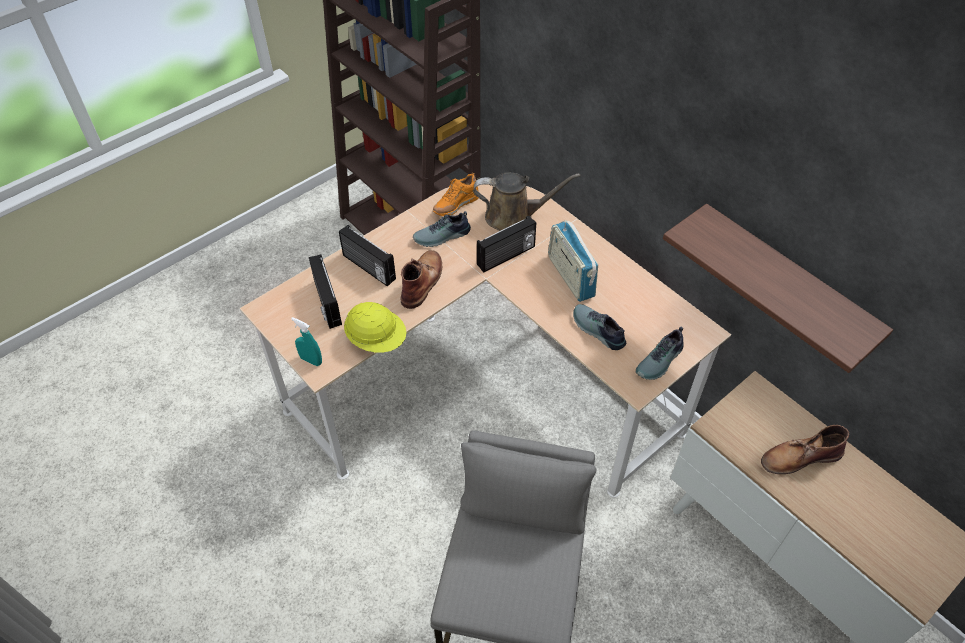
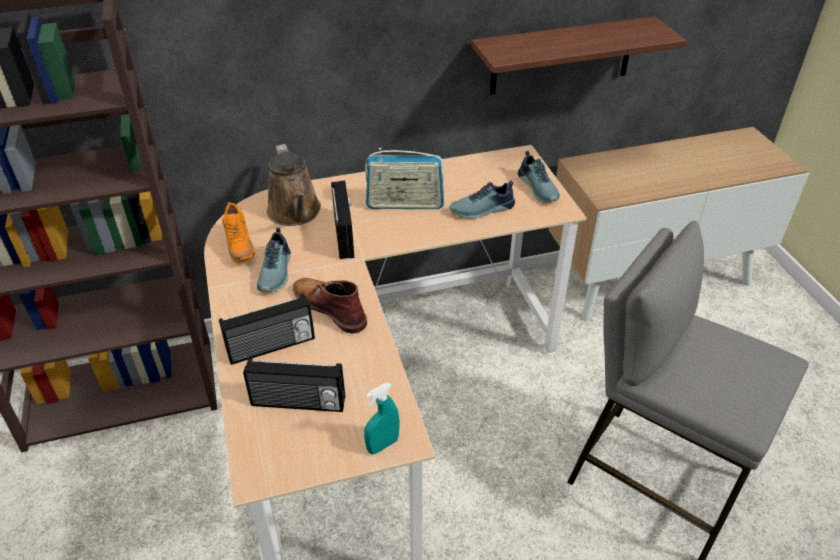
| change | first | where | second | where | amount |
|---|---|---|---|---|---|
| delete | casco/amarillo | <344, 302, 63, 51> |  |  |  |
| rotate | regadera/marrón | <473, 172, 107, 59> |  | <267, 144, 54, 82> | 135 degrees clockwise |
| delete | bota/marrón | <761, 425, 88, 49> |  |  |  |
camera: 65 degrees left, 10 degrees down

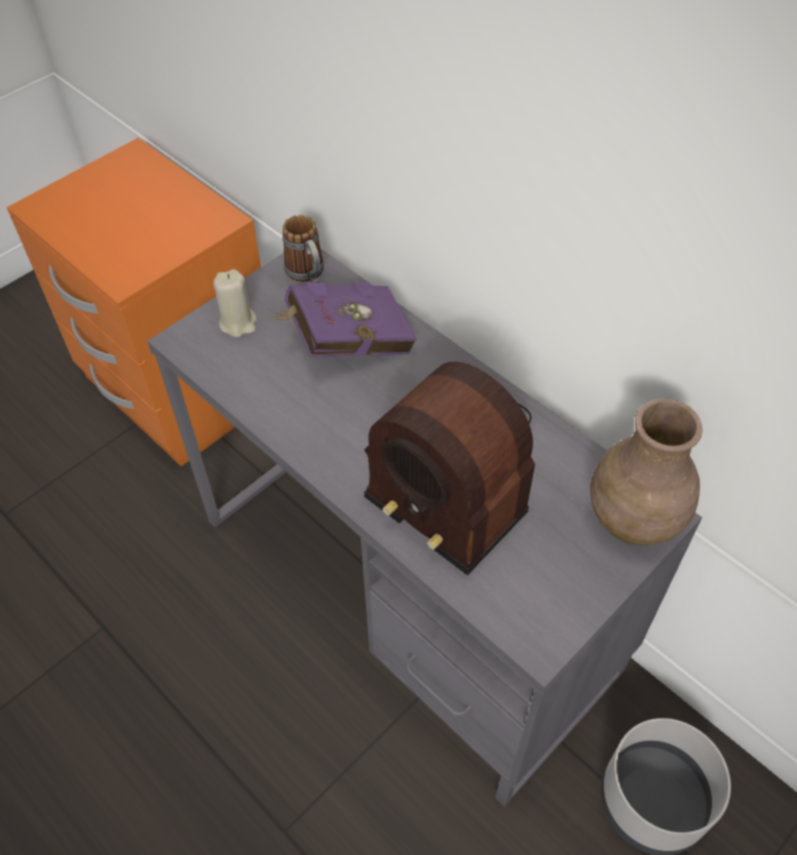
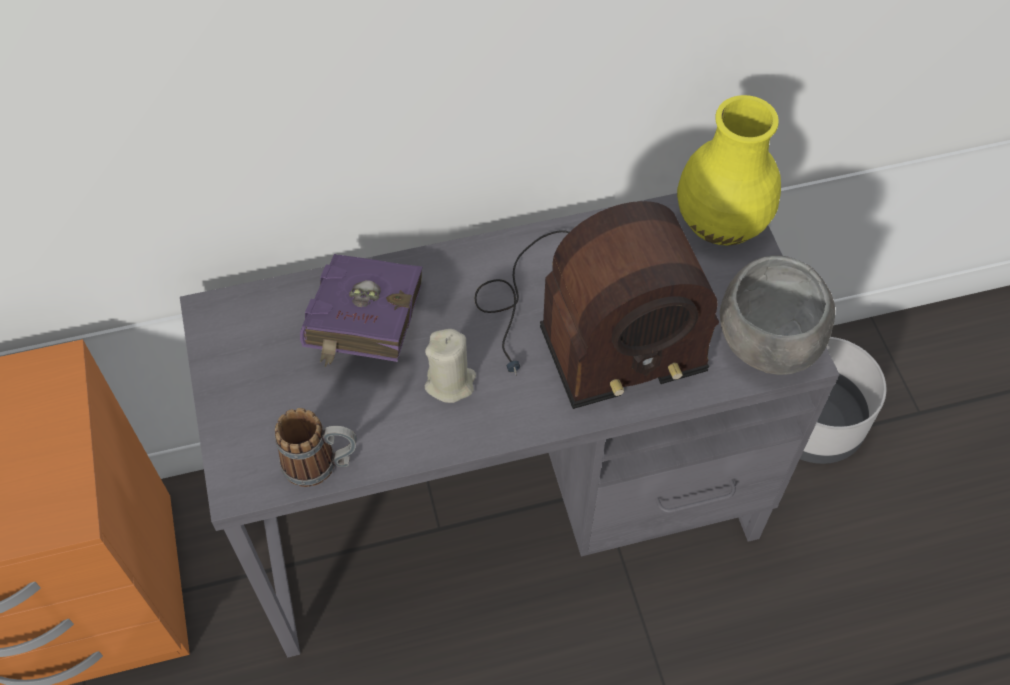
| change | first | where | second | where | amount |
|---|---|---|---|---|---|
| move | vela/beis | <213, 269, 44, 68> |  | <425, 329, 51, 74> |  |
| move | taza grande | <282, 215, 42, 68> |  | <275, 408, 82, 79> |  |
| recolor | florero/marrón | <590, 398, 113, 148> | florero/amarillo | <677, 95, 104, 151> |  |
| insert |  |  | cuenco/gris | <720, 255, 115, 120> |  |
camera: 60 degrees left, 5 degrees up

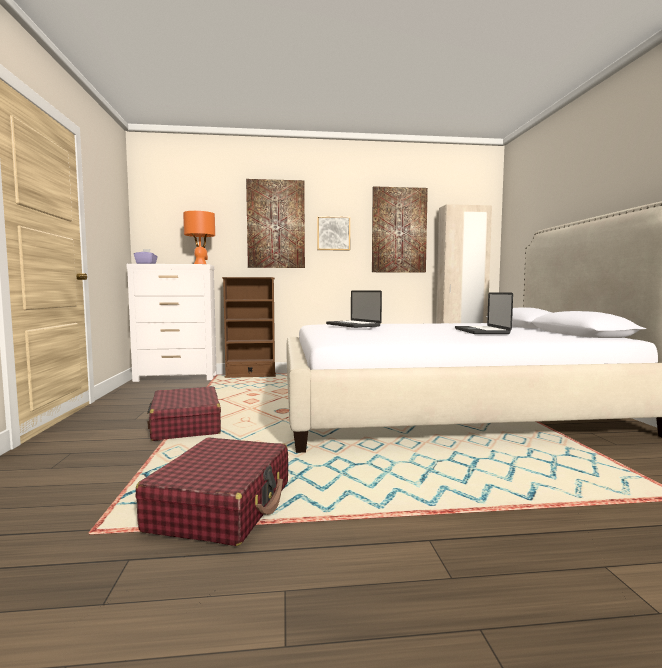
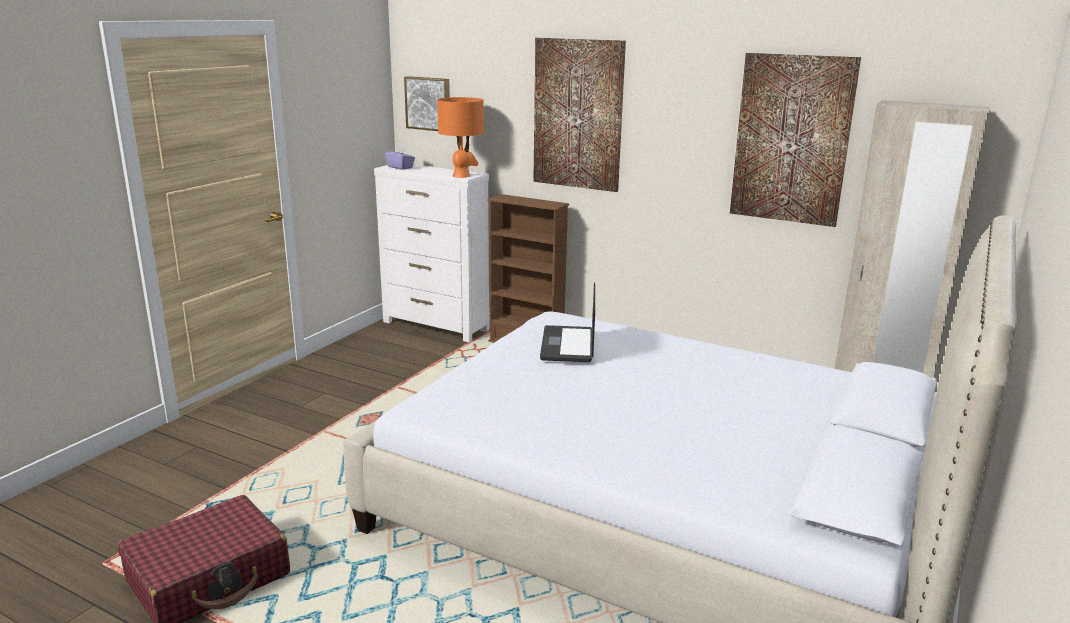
| change | first | where | second | where | amount |
|---|---|---|---|---|---|
| delete | maleta/rojo | <147, 386, 74, 55> |  |  |  |
| move | cuadro | <317, 216, 33, 35> |  | <404, 76, 46, 55> |  |
| delete | portátil | <455, 292, 58, 42> |  |  |  |
camera: 35 degrees right, 15 degrees up

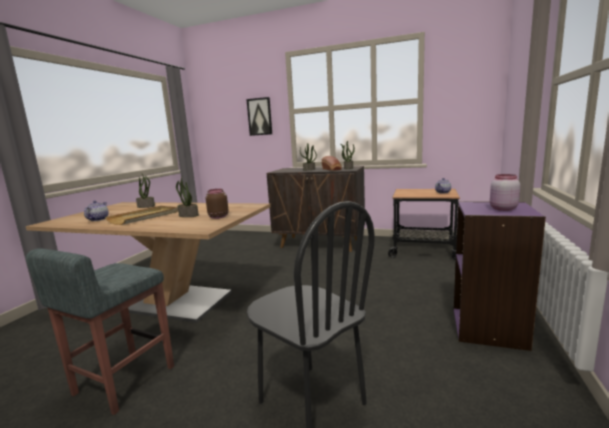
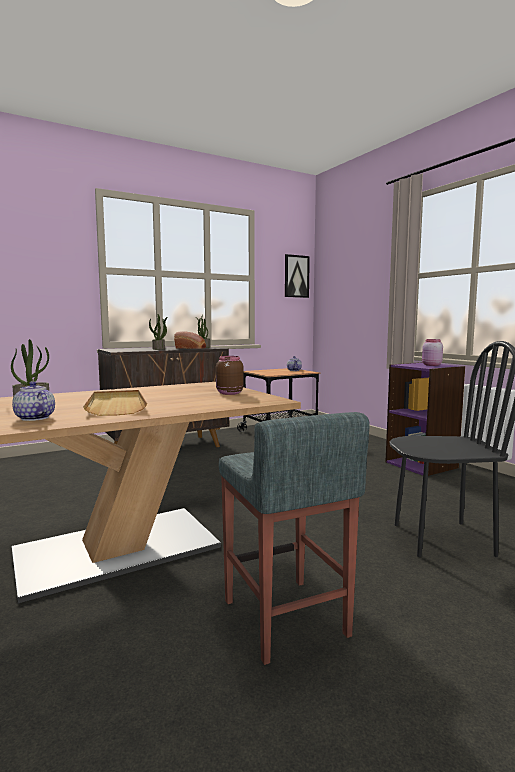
| change | first | where | second | where | amount |
|---|---|---|---|---|---|
| delete | planta en maceta | <176, 177, 23, 40> |  |  |  |
| move | cuadro | <246, 97, 26, 39> |  | <285, 254, 25, 44> |  |
camera: 50 degrees left, 5 degrees down

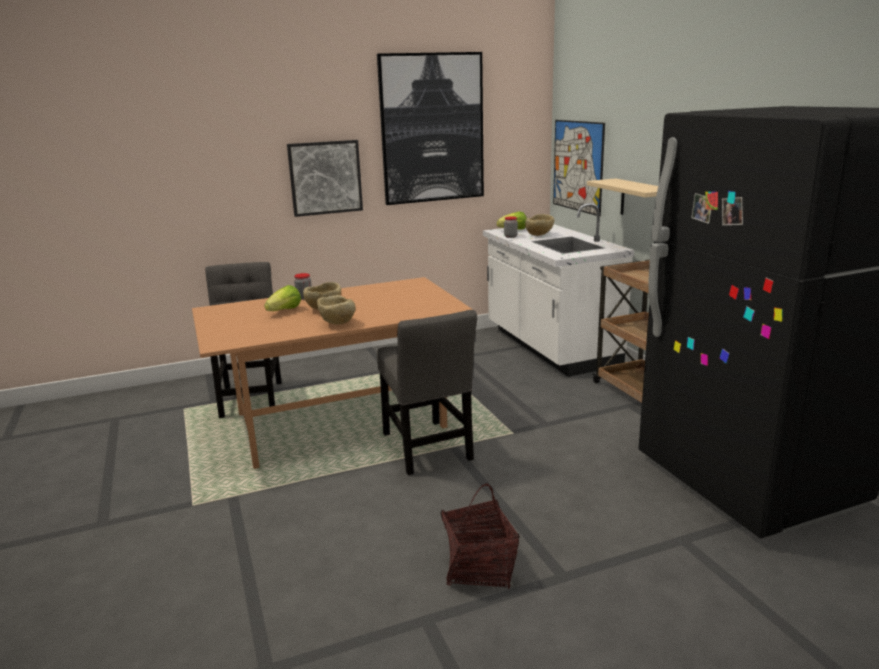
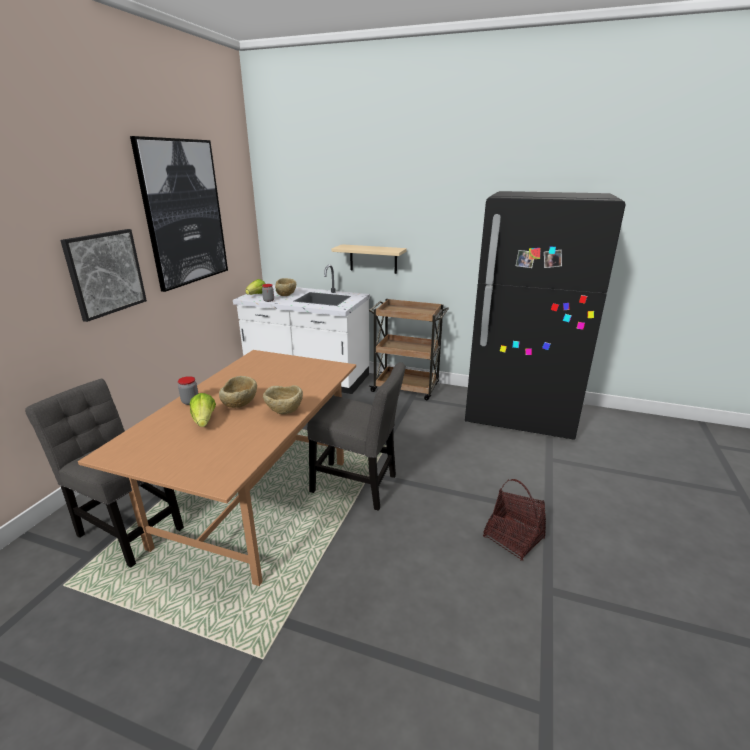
| change | first | where | second | where | amount |
|---|---|---|---|---|---|
| delete | cuadro | <553, 120, 52, 96> |  |  |  |
camera: 50 degrees left, 5 degrees up

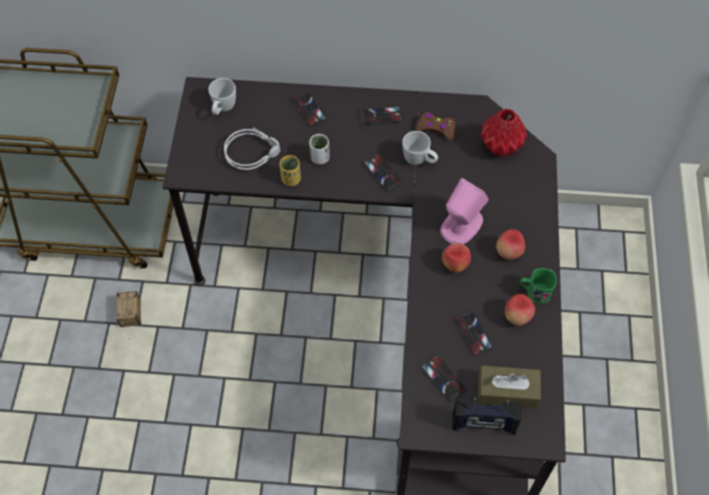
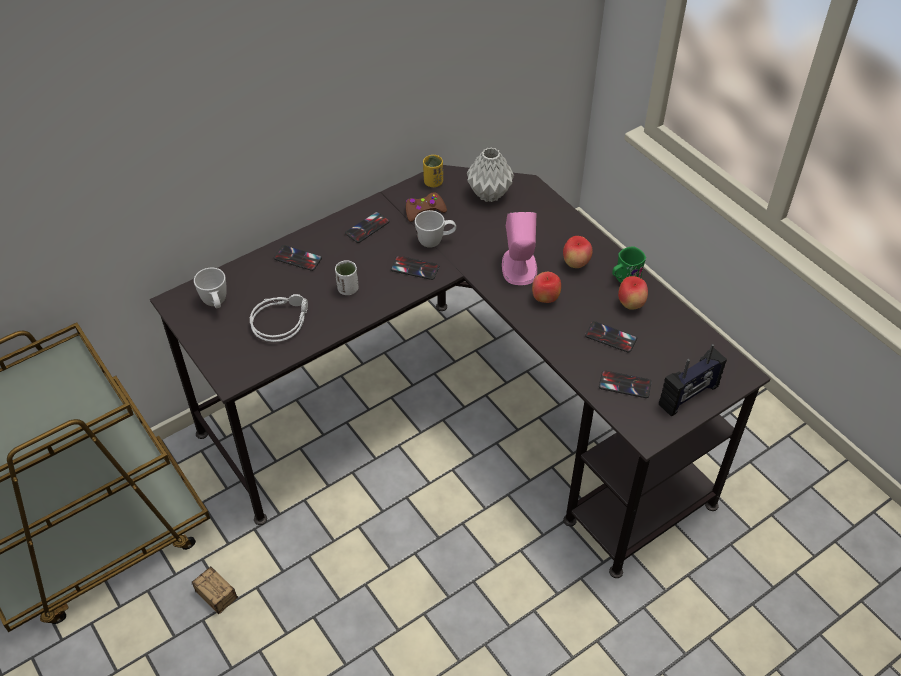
| change | first | where | second | where | amount |
|---|---|---|---|---|---|
| move | taza/amarillo | <279, 155, 22, 31> |  | <423, 155, 20, 32> |  |
| delete | caja de pañuelos/marrón | <478, 366, 63, 43> |  |  |  |
| recolor | florero/rojo | <481, 109, 46, 48> | florero/gris | <467, 147, 47, 55> |  |
camera: 40 degrees left, 10 degrees down

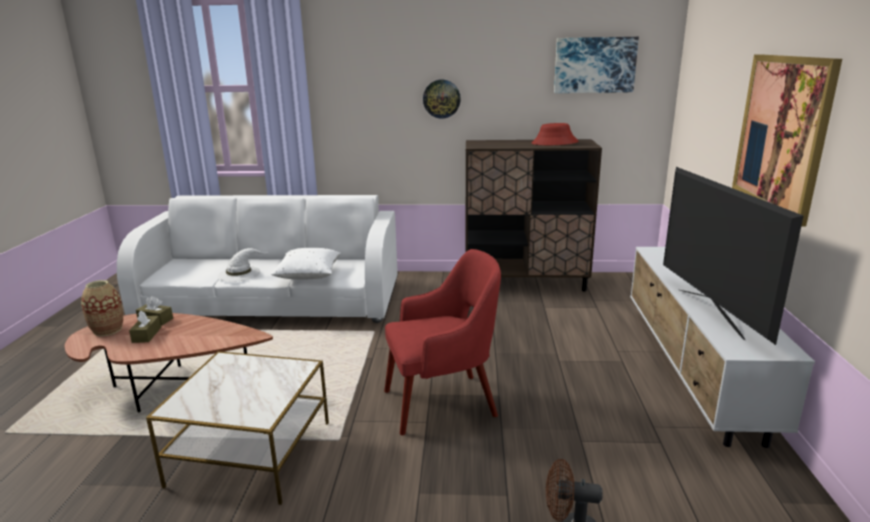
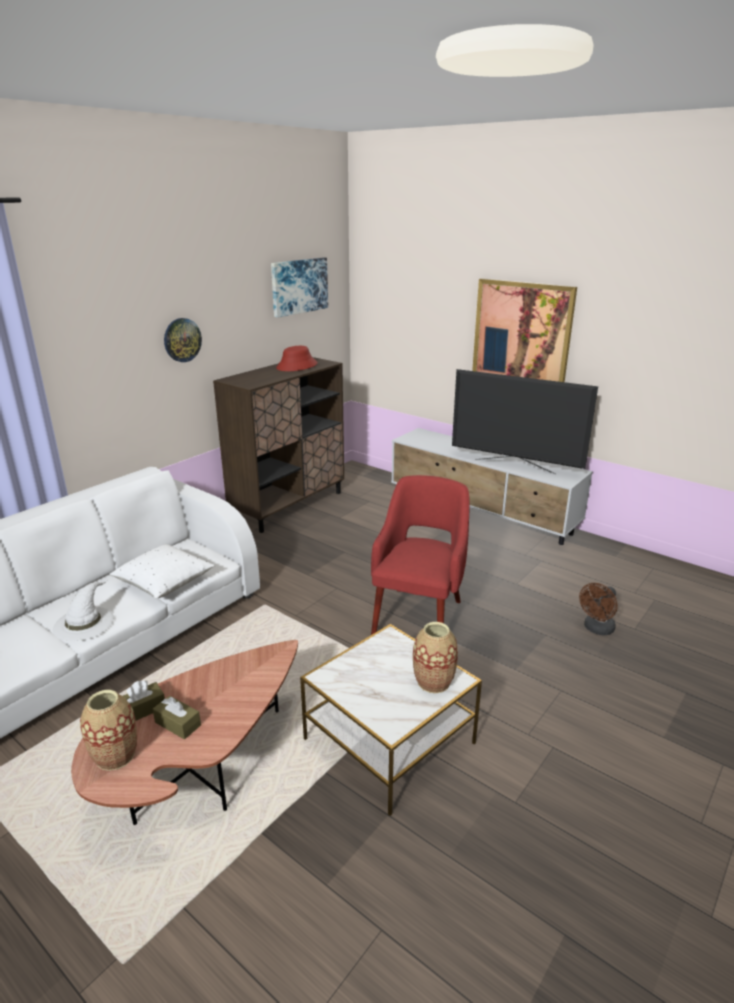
| change | first | where | second | where | amount |
|---|---|---|---|---|---|
| insert |  |  | florero | <413, 622, 45, 71> |  |
camera: 55 degrees left, 5 degrees up

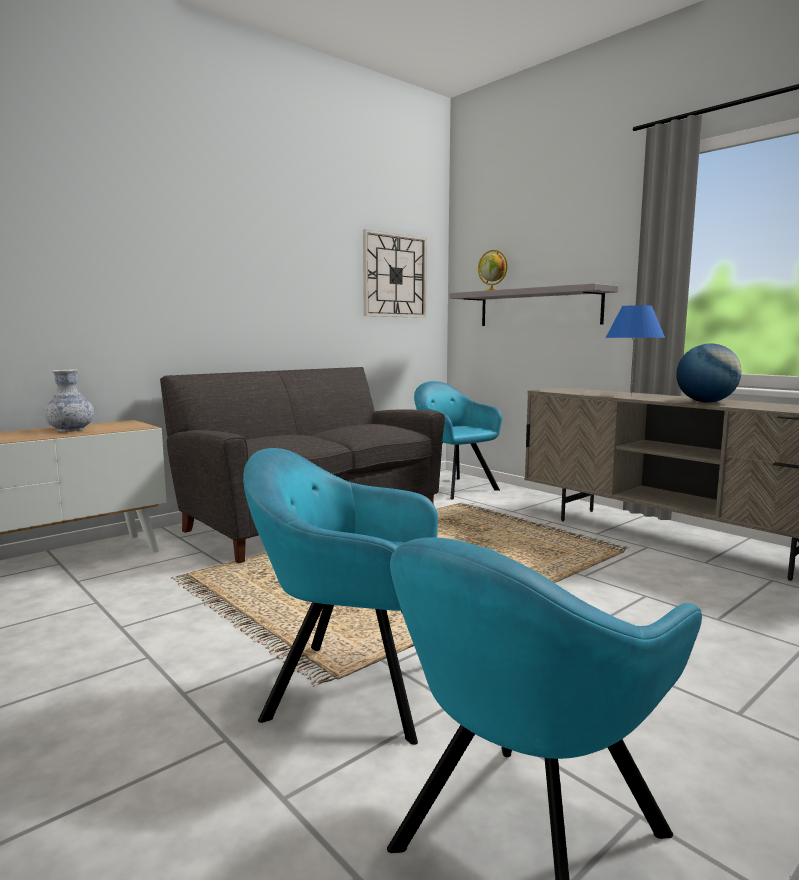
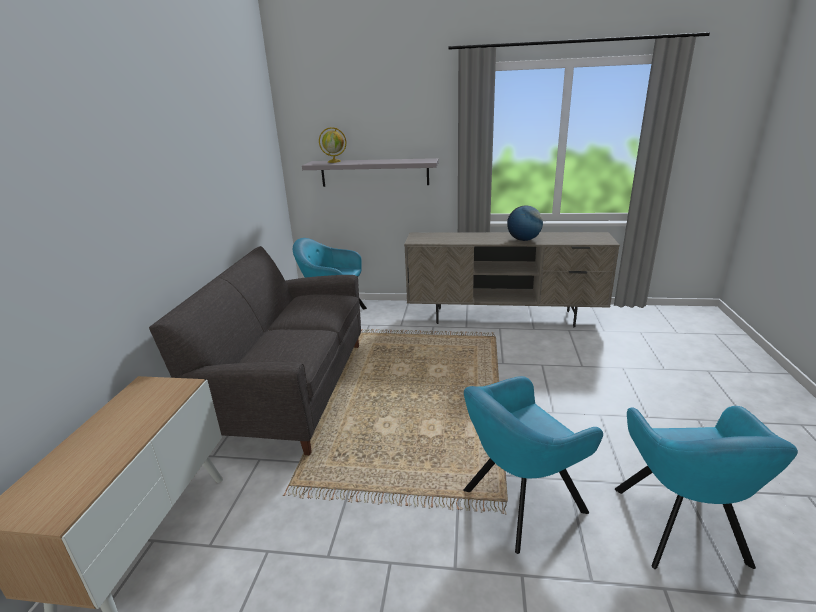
| change | first | where | second | where | amount |
|---|---|---|---|---|---|
| delete | florero | <44, 369, 50, 63> |  |  |  |
| delete | reloj de pared | <363, 229, 64, 89> |  |  |  |
| delete | lámpara de mesa/azul | <605, 305, 60, 91> |  |  |  |
camera: 40 degrees left, 15 degrees up

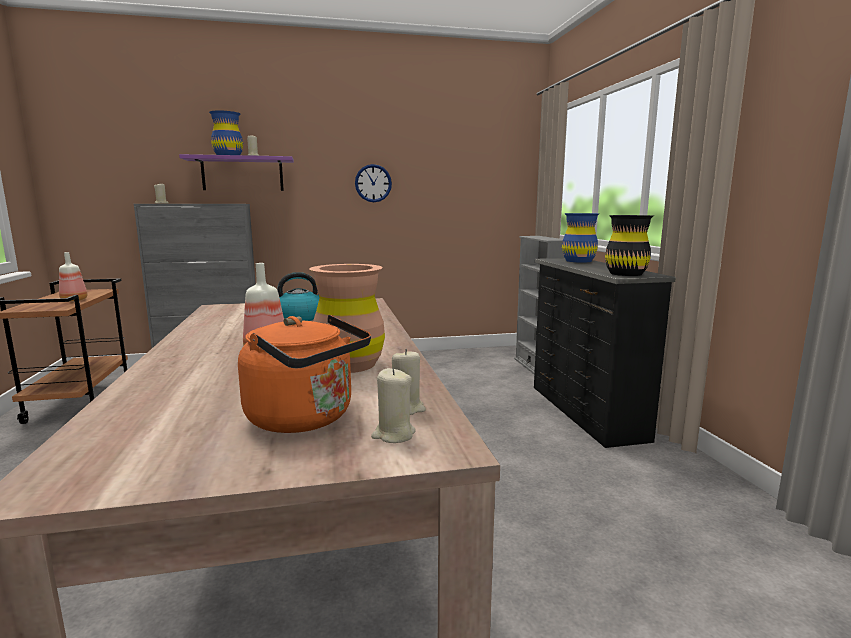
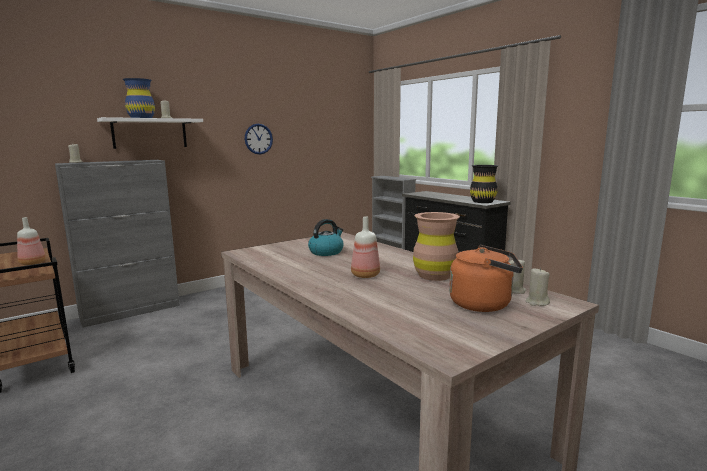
| change | first | where | second | where | amount |
|---|---|---|---|---|---|
| recolor | estante/morado | <179, 154, 115, 37> | estante/blanco | <97, 117, 106, 32> |  |
| delete | florero/azul | <562, 213, 38, 50> |  |  |  |
camera: 25 degrees left, 0 degrees up

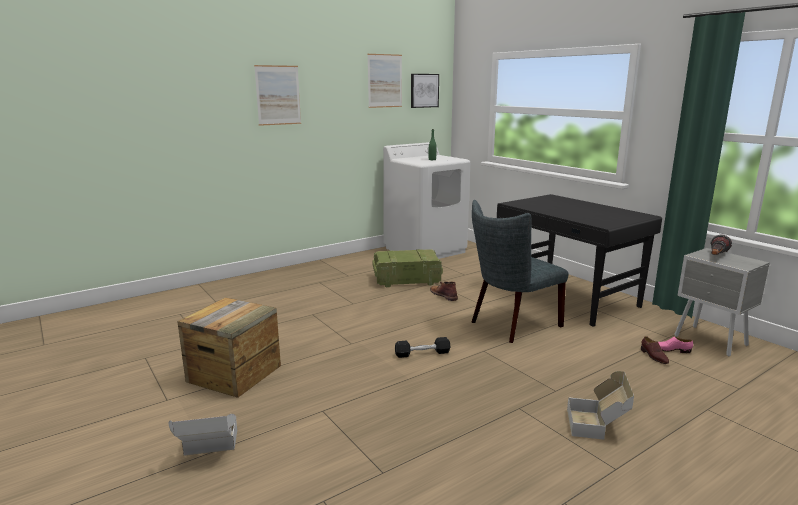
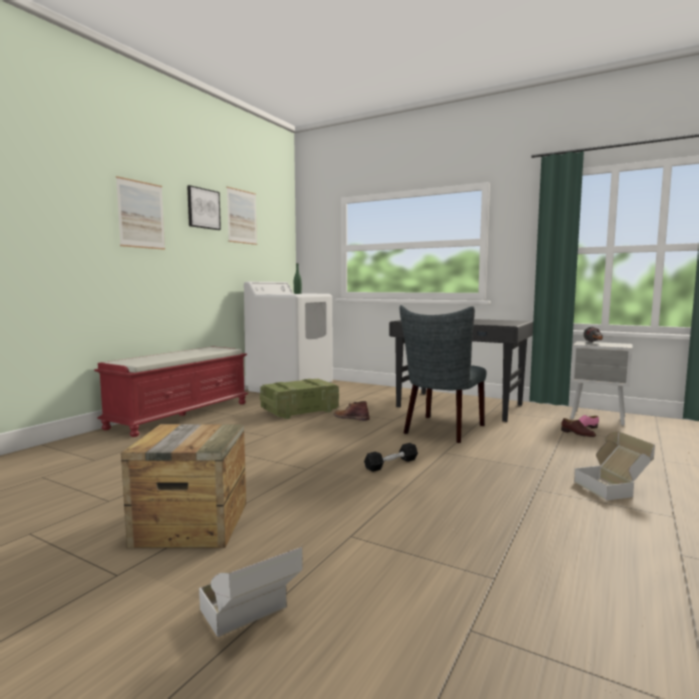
| change | first | where | second | where | amount |
|---|---|---|---|---|---|
| move | cuadro | <411, 74, 28, 34> |  | <187, 185, 34, 45> |  |
| insert |  |  | banco/rojo | <94, 346, 154, 91> |  |
camera: 25 degrees left, 10 degrees down

